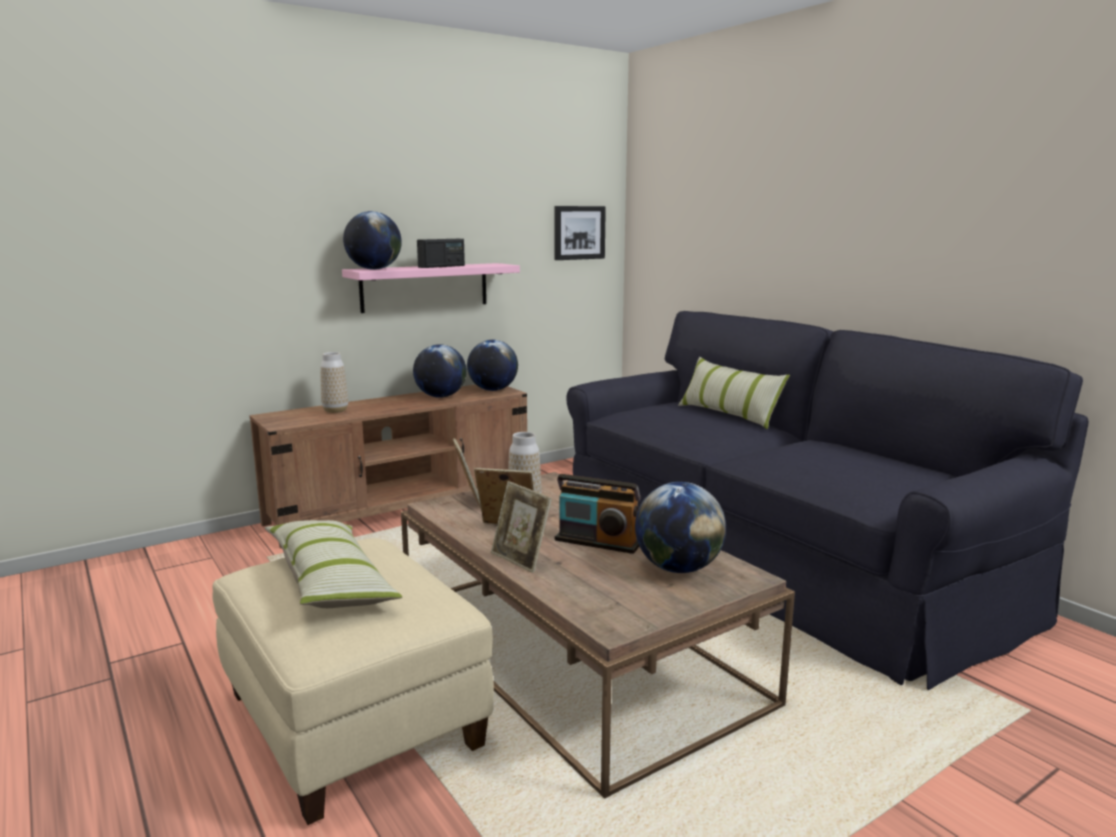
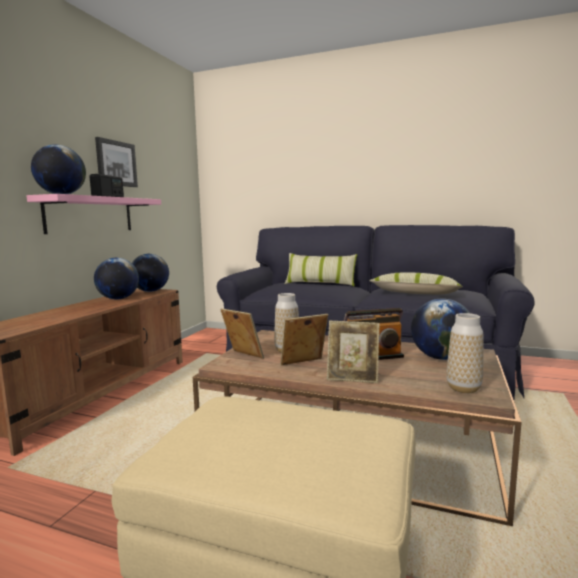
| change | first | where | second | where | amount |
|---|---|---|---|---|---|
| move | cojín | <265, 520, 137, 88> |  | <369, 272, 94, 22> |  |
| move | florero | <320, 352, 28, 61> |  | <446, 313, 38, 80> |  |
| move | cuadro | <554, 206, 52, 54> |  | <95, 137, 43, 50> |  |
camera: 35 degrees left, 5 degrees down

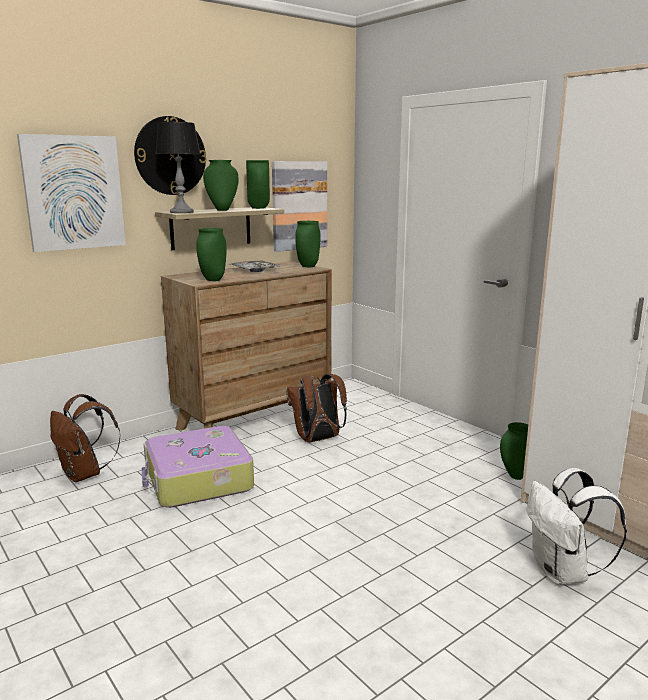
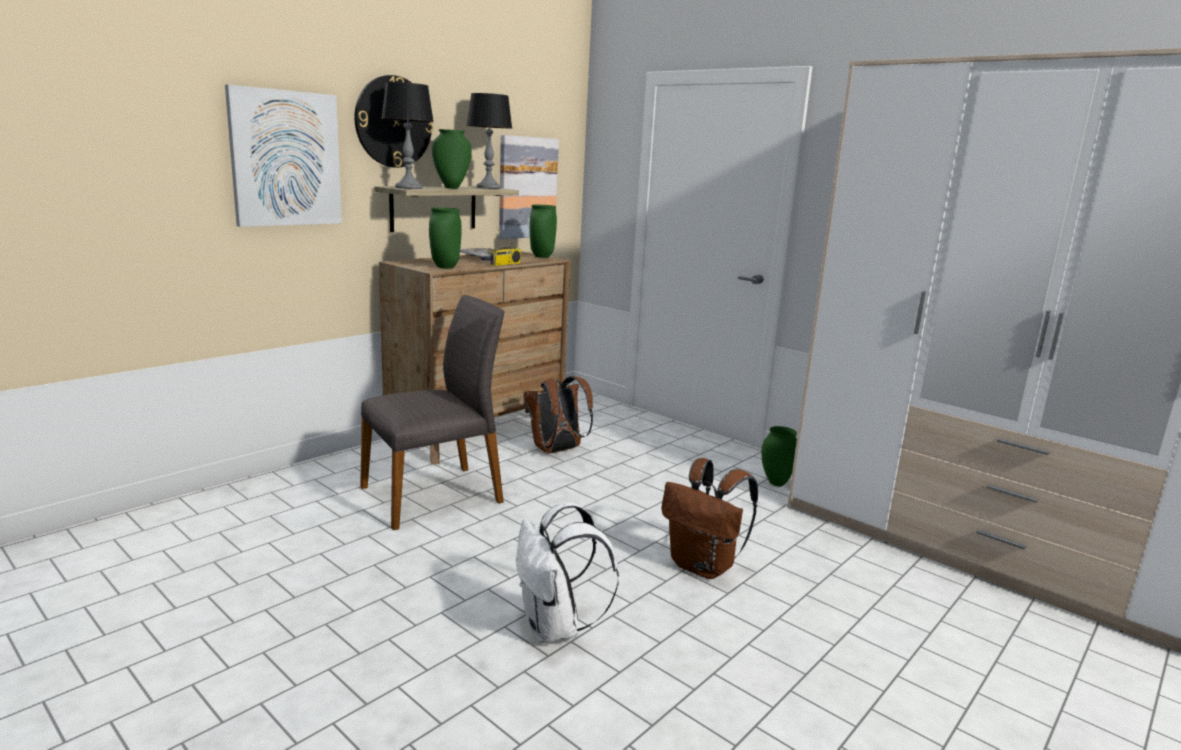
| change | first | where | second | where | amount |
|---|---|---|---|---|---|
| move | mochila/marrón | <50, 394, 71, 88> |  | <661, 458, 97, 121> |  |
| replace | maleta | <141, 426, 113, 82> | silla/gris | <360, 295, 144, 235> |  |
| replace | florero/verde | <246, 160, 24, 49> | lámpara de mesa | <466, 93, 46, 96> |  |
| move | mochila/blanco | <527, 468, 100, 117> |  | <516, 502, 103, 142> |  |
| insert |  |  | radio | <490, 230, 31, 36> |  |
camera: 10 degrees left, 0 degrees up

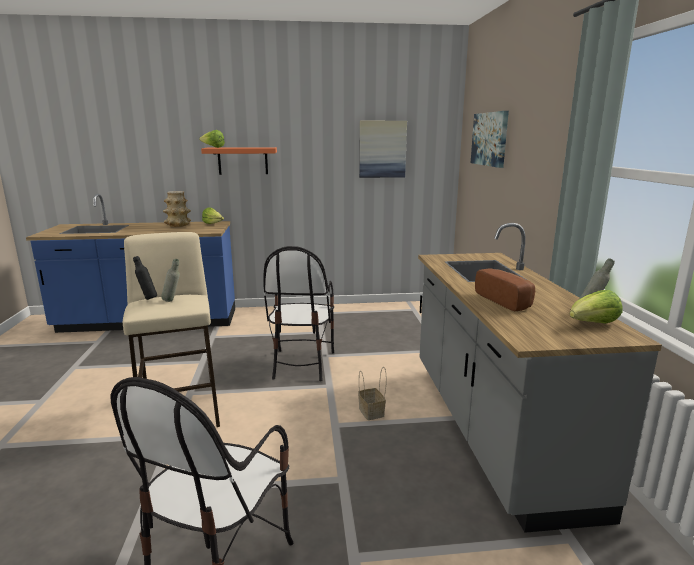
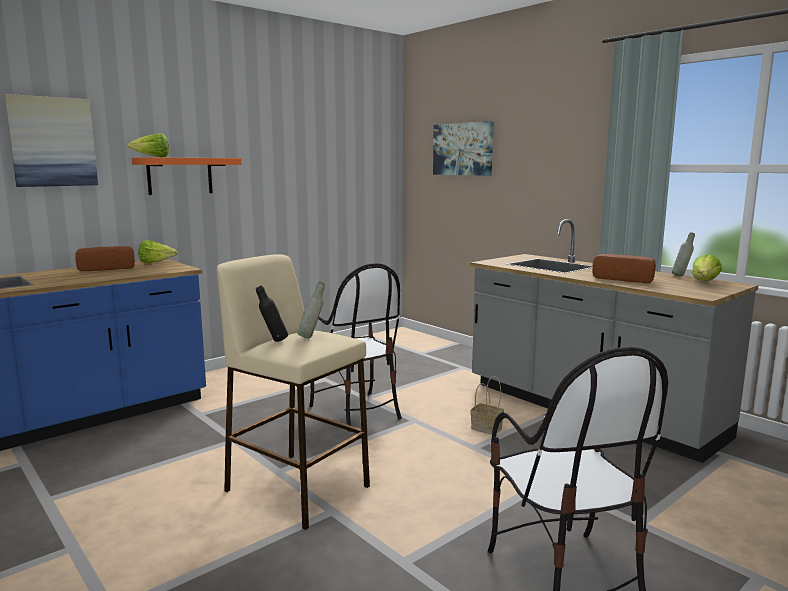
| change | first | where | second | where | amount |
|---|---|---|---|---|---|
| replace | florero | <163, 191, 28, 36> | pan | <75, 246, 60, 25> |  |
| move | cuadro | <359, 121, 48, 57> |  | <4, 94, 94, 93> |  |
camera: 35 degrees left, 5 degrees down

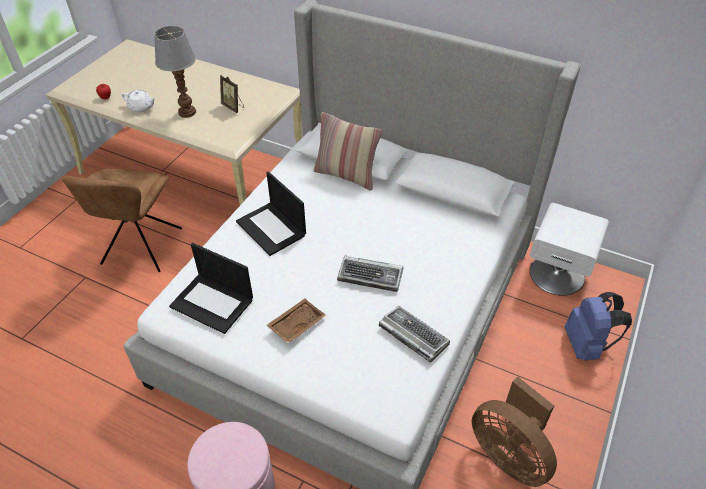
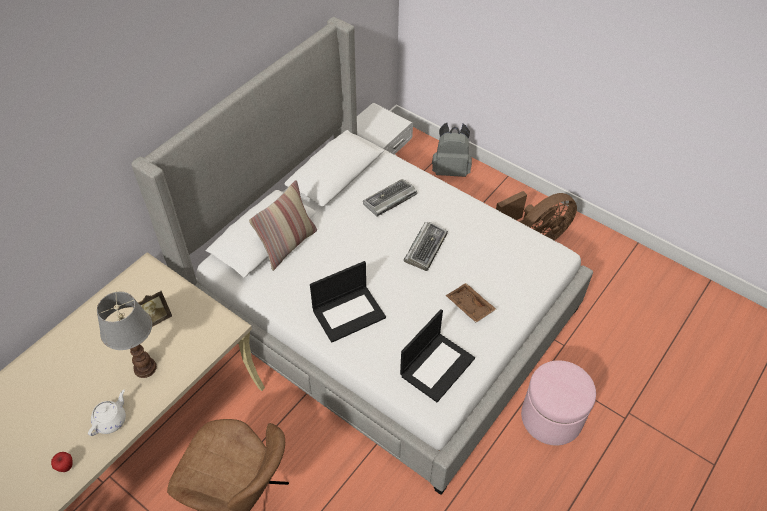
| change | first | where | second | where | amount |
|---|---|---|---|---|---|
| move | teclado | <379, 306, 71, 56> |  | <363, 179, 54, 38> |  |
| recolor | mochila/azul | <564, 292, 68, 69> | mochila/gris | <432, 123, 40, 54> |  |
camera: 80 degrees left, 5 degrees up

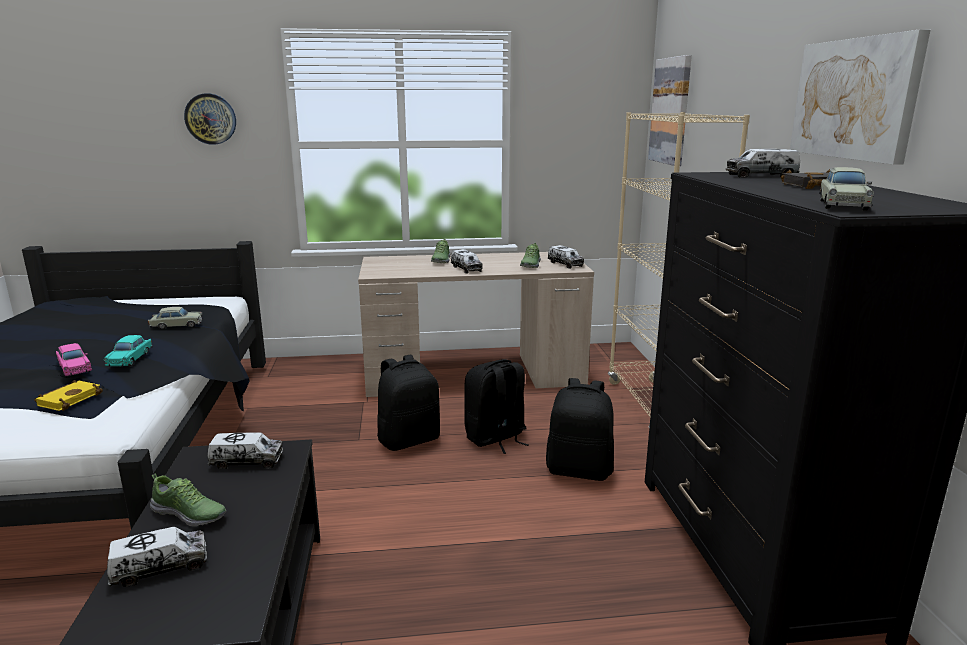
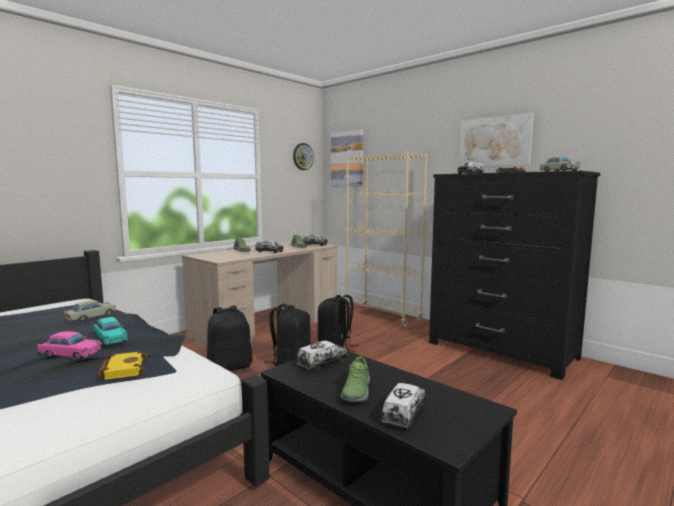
| change | first | where | second | where | amount |
|---|---|---|---|---|---|
| rotate | zapato | <150, 473, 76, 53> |  | <341, 354, 29, 48> | 120 degrees clockwise |
| move | reloj de pared | <184, 94, 52, 51> |  | <293, 143, 21, 27> |  |
| move | mochila/negro | <546, 378, 68, 103> |  | <207, 306, 46, 65> |  |
camera: 40 degrees left, 10 degrees down

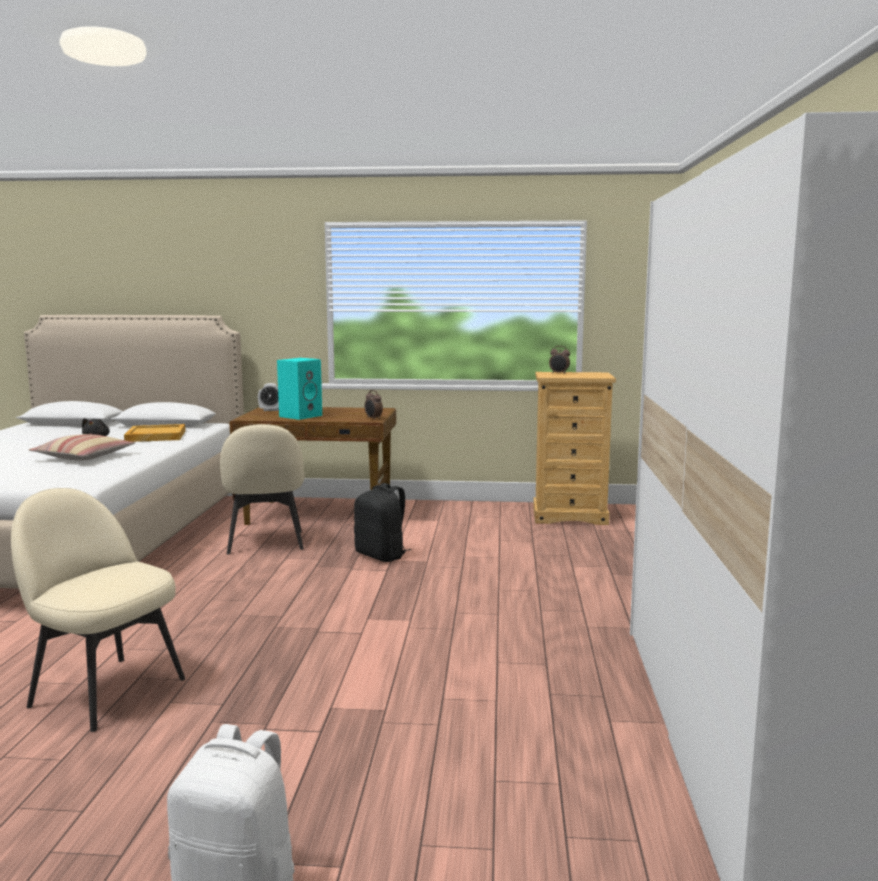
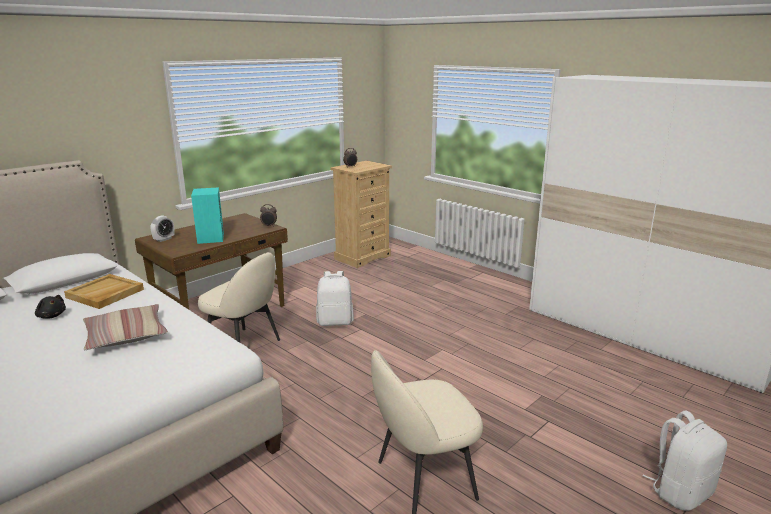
| change | first | where | second | where | amount |
|---|---|---|---|---|---|
| recolor | mochila/negro | <354, 483, 57, 79> | mochila/blanco | <316, 271, 38, 55> |  |
camera: 50 degrees left, 10 degrees up

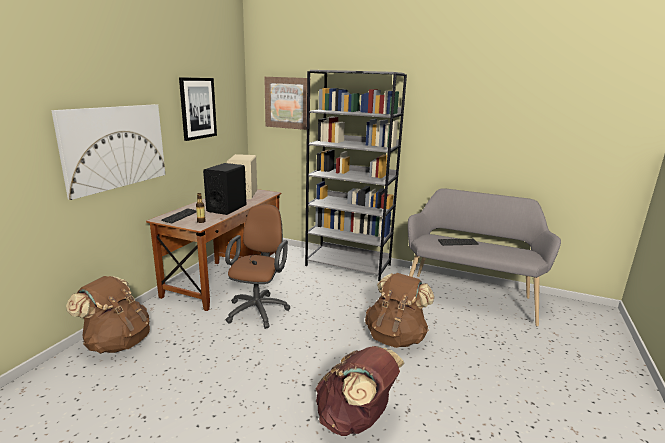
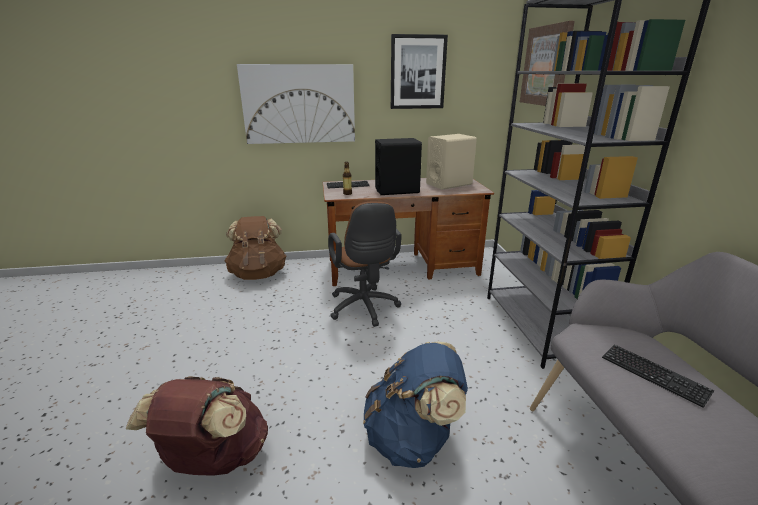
| change | first | where | second | where | amount |
|---|---|---|---|---|---|
| rotate | silla de oficina/marrón | <225, 204, 65, 125> |  | <328, 201, 74, 126> | 90 degrees clockwise |
| recolor | mochila/marrón | <365, 273, 69, 75> | mochila/azul | <363, 341, 105, 127> |  |
camera: 60 degrees right, 5 degrees up

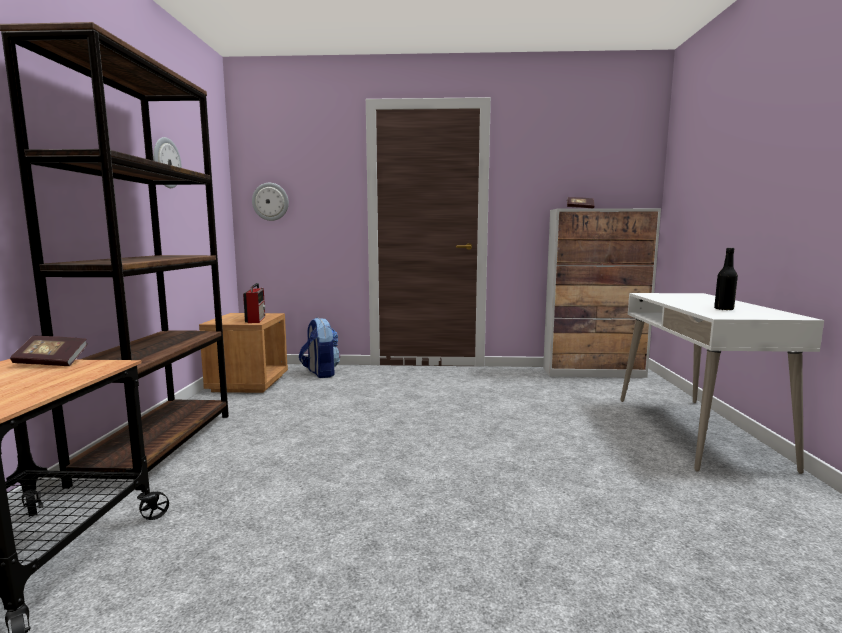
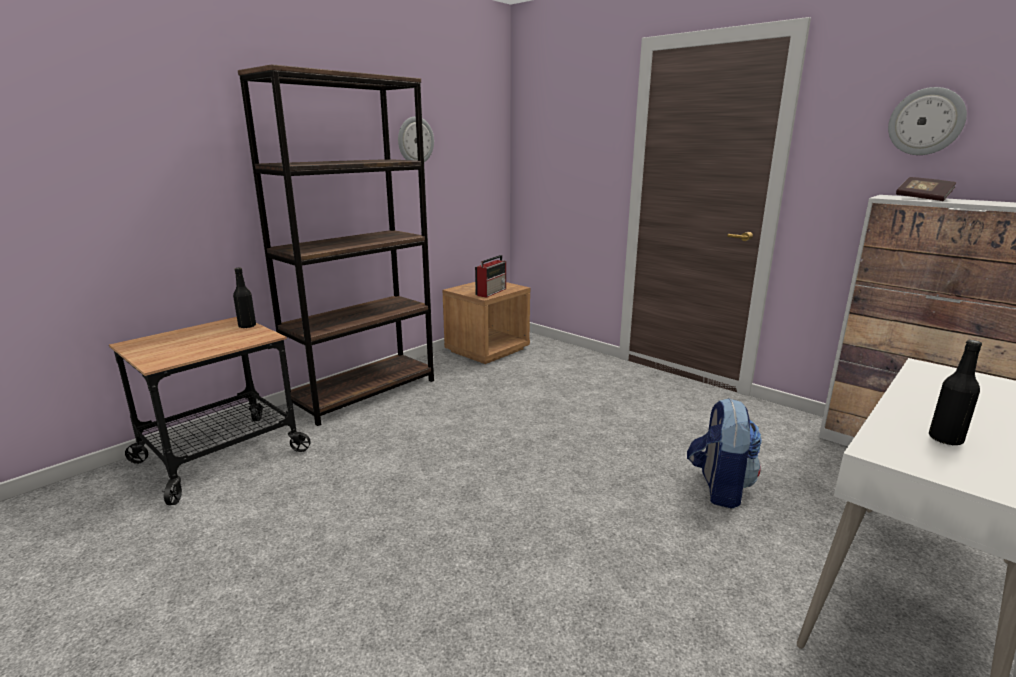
| change | first | where | second | where | amount |
|---|---|---|---|---|---|
| replace | libro | <10, 336, 78, 30> | botella/negro | <233, 268, 23, 61> |  |
| move | reloj de pared | <252, 183, 37, 38> |  | <888, 87, 79, 68> |  |
| move | mochila | <299, 318, 41, 60> |  | <687, 398, 75, 111> |  |
camera: 40 degrees right, 10 degrees up

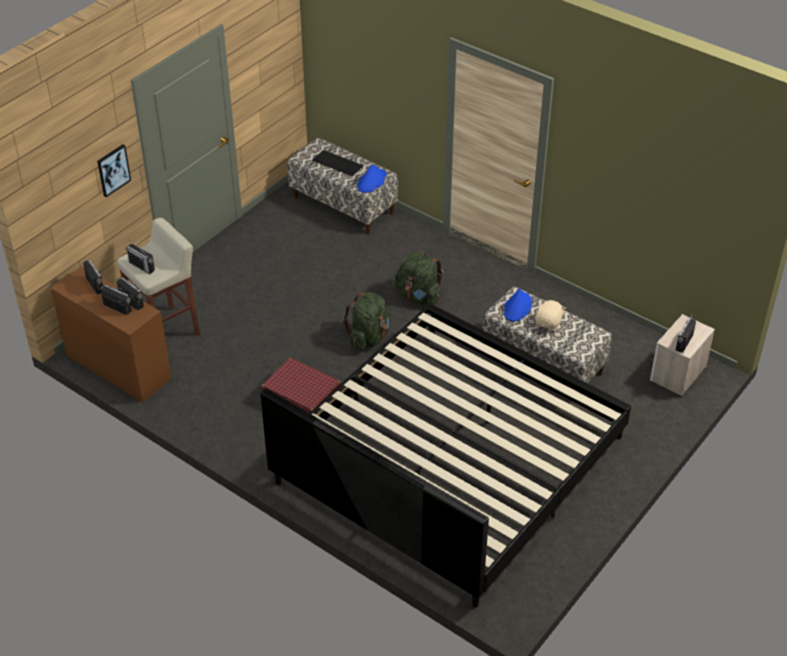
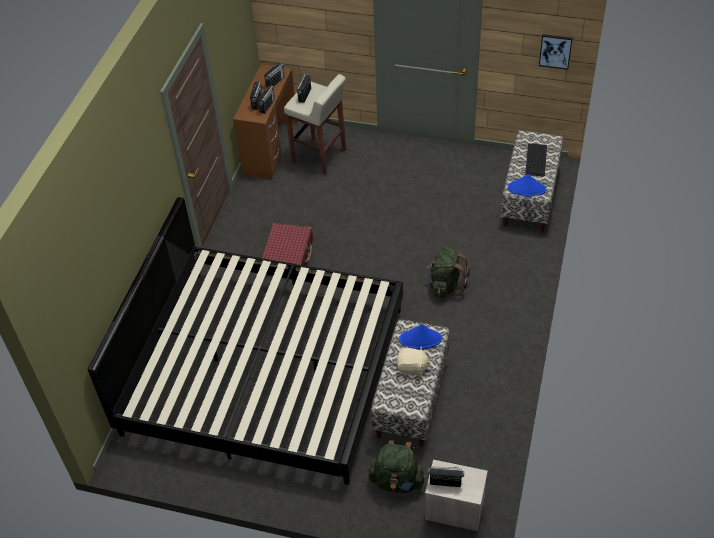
| change | first | where | second | where | amount |
|---|---|---|---|---|---|
| move | cuadro | <97, 144, 34, 53> |  | <539, 34, 34, 36> |  |
| move | mochila/verde | <343, 292, 47, 58> |  | <368, 440, 58, 53> |  |
camera: 70 degrees right, 5 degrees up

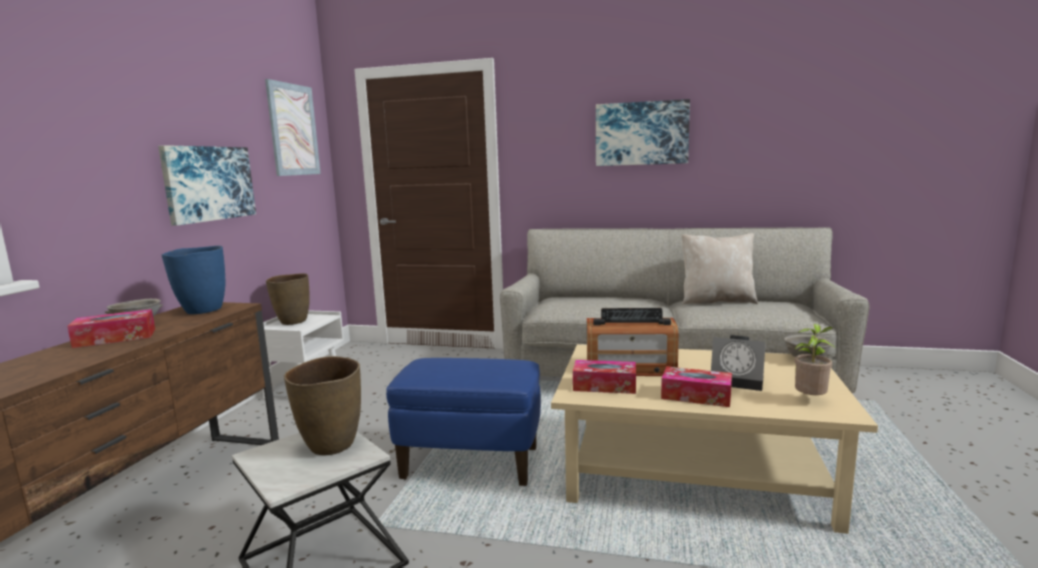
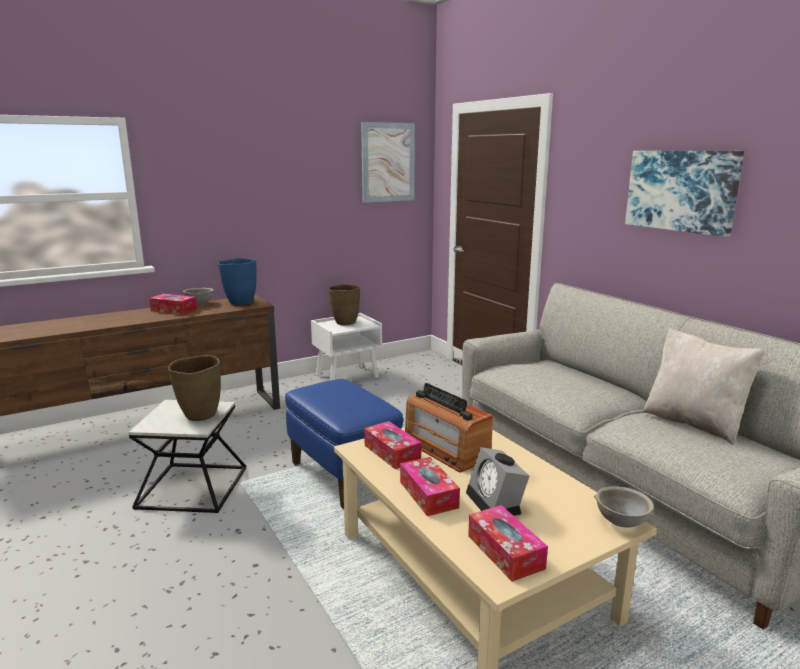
| change | first | where | second | where | amount |
|---|---|---|---|---|---|
| delete | cuadro | <158, 145, 98, 81> |  |  |  |
| replace | planta en maceta | <795, 323, 39, 72> | caja de pañuelos | <468, 505, 80, 77> |  |
camera: 45 degrees right, 5 degrees up

